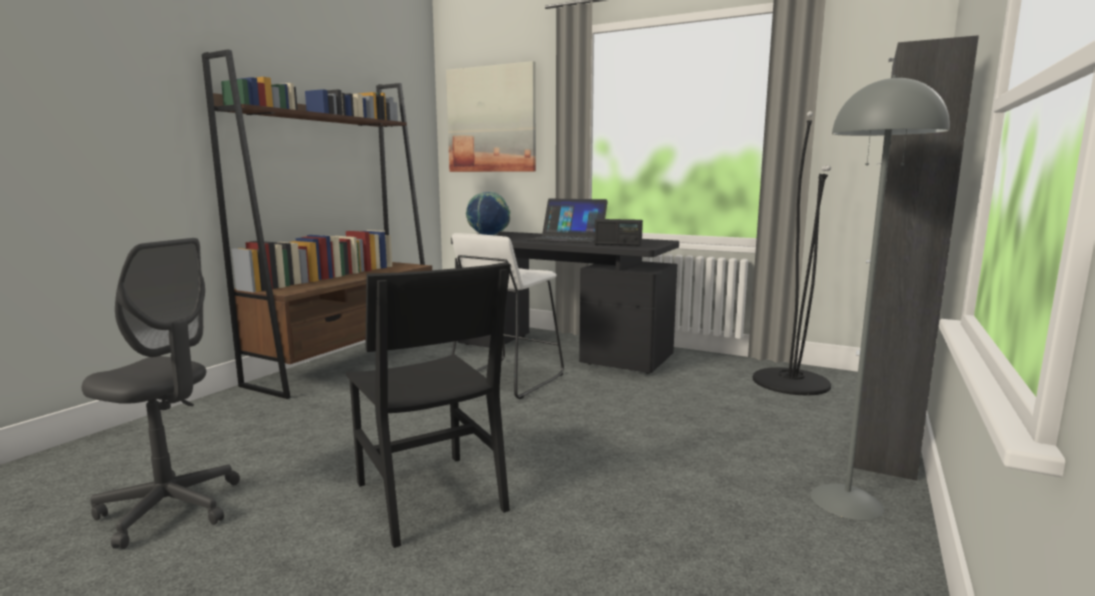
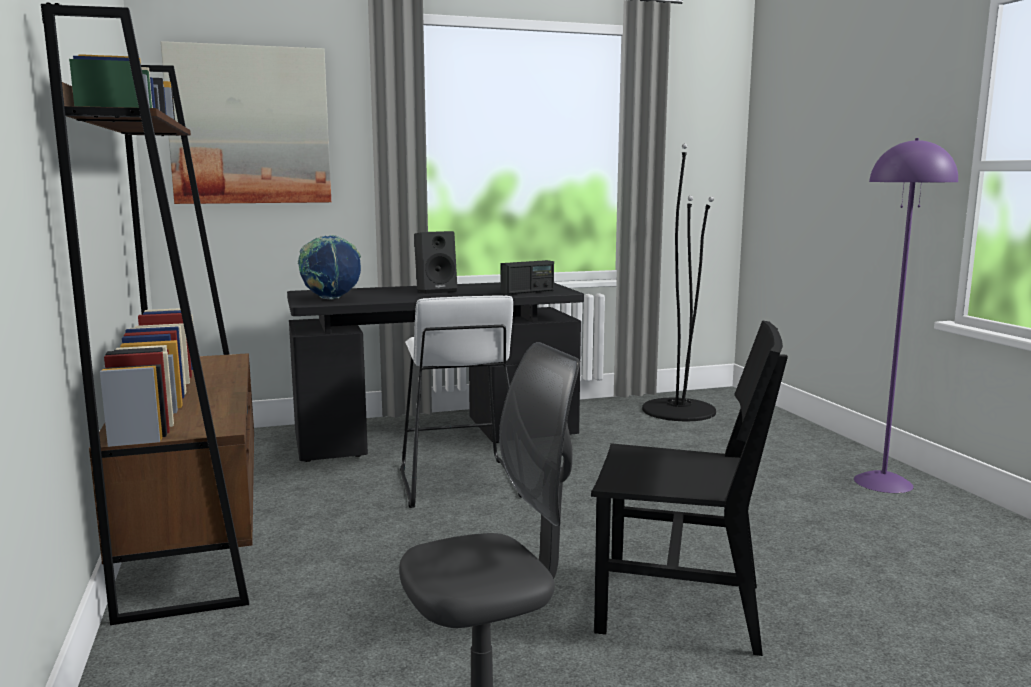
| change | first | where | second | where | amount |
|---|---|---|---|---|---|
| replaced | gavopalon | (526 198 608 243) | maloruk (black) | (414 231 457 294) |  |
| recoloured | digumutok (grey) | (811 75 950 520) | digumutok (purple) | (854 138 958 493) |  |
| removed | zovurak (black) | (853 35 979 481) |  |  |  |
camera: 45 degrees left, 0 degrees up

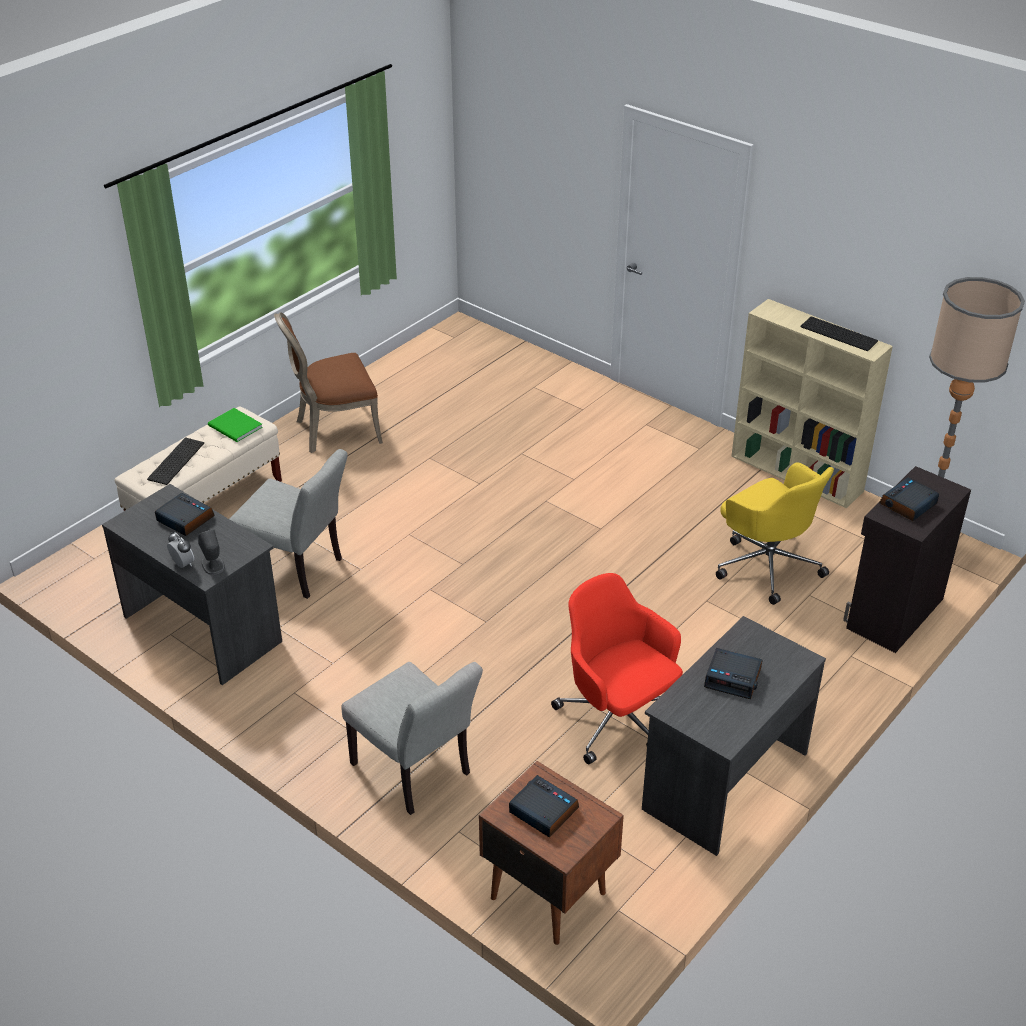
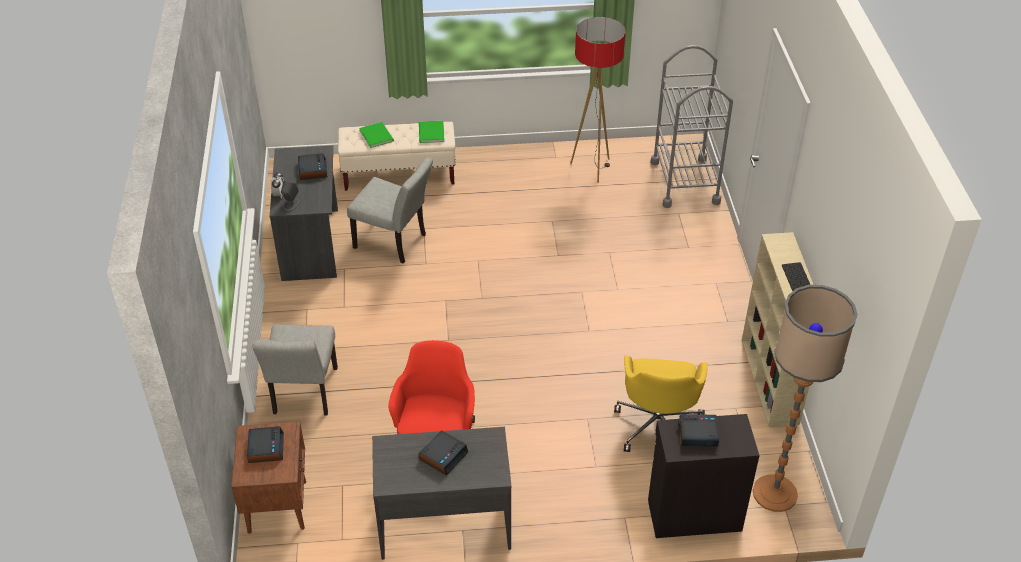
| change | first | where | second | where | amount |
|---|---|---|---|---|---|
| replaced | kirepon | (147 438 204 485) | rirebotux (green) | (359 122 394 148) |  |
| turned | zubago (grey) | (229 449 348 599) |  | (347 157 433 263) | 45 degrees counterclockwise |
| removed | zubago (brown) | (274 312 383 453) |  |  |  |
| turned | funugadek | (704 648 762 699) |  | (419 430 468 475) | 120 degrees counterclockwise |
| added |  |  | digumutok | (570 17 626 183) |  |
| added |  |  | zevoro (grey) | (650 45 733 208) |  |
camera: 45 degrees right, 5 degrees up

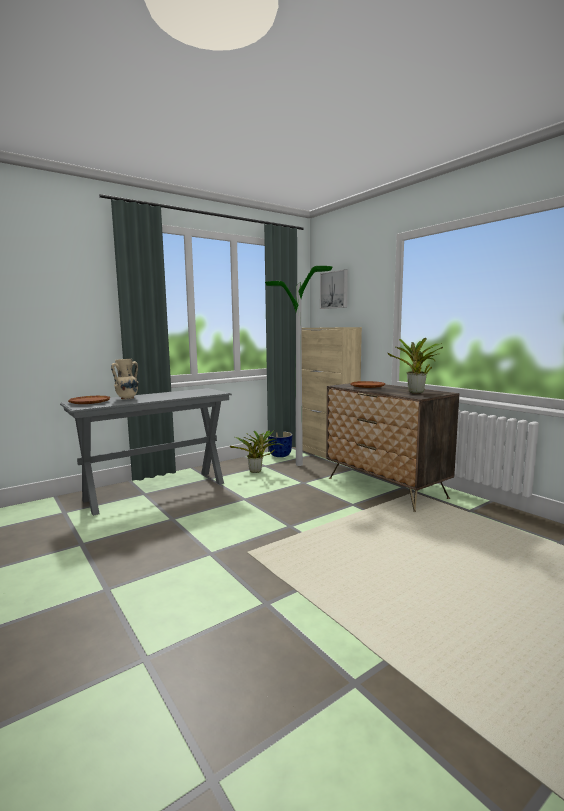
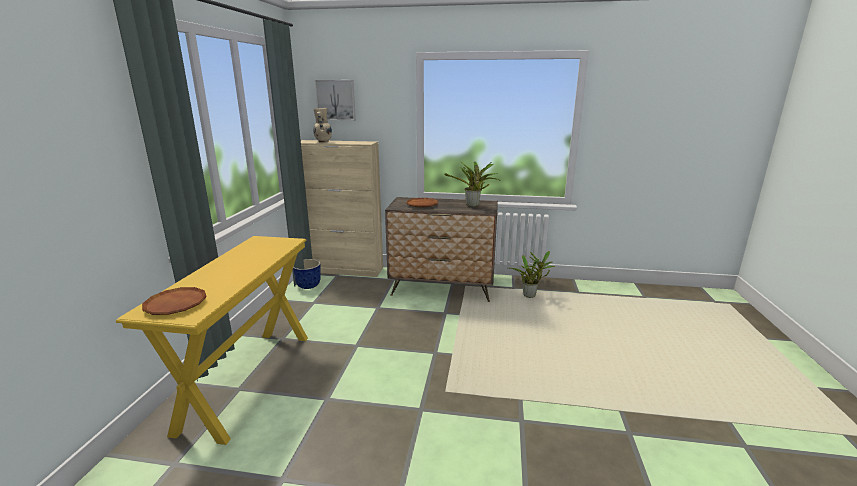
| change | first | where | second | where | amount |
|---|---|---|---|---|---|
| recoloured | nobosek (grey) | (60 388 232 516) | nobosek (yellow) | (116 236 308 445) |  |
| moved | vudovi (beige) | (111 359 139 399) |  | (313 108 332 143) |  |
| moved | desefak | (230 430 284 473) |  | (510 251 555 298) |  |
| removed | digumutok | (265 266 332 466) |  |  |  |
camera: 45 degrees left, 10 degrees up

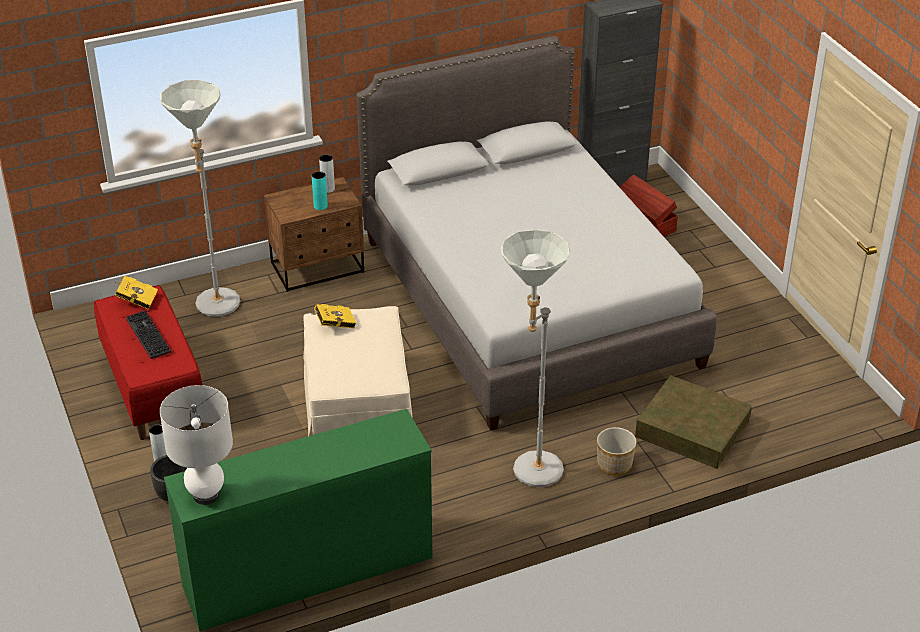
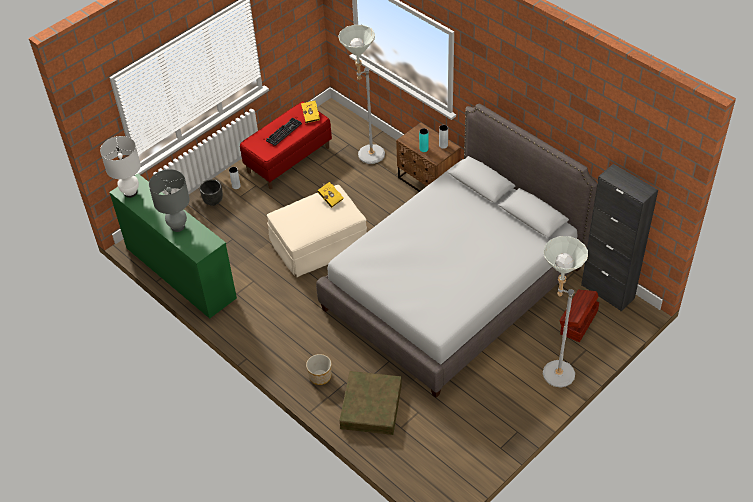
| change | first | where | second | where | amount |
|---|---|---|---|---|---|
| moved | digumutok (grey) | (501 229 570 488) |  | (543 236 588 388) |  |
| added |  |  | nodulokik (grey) | (149 169 190 232) |  |
camera: 70 degrees right, 10 degrees up

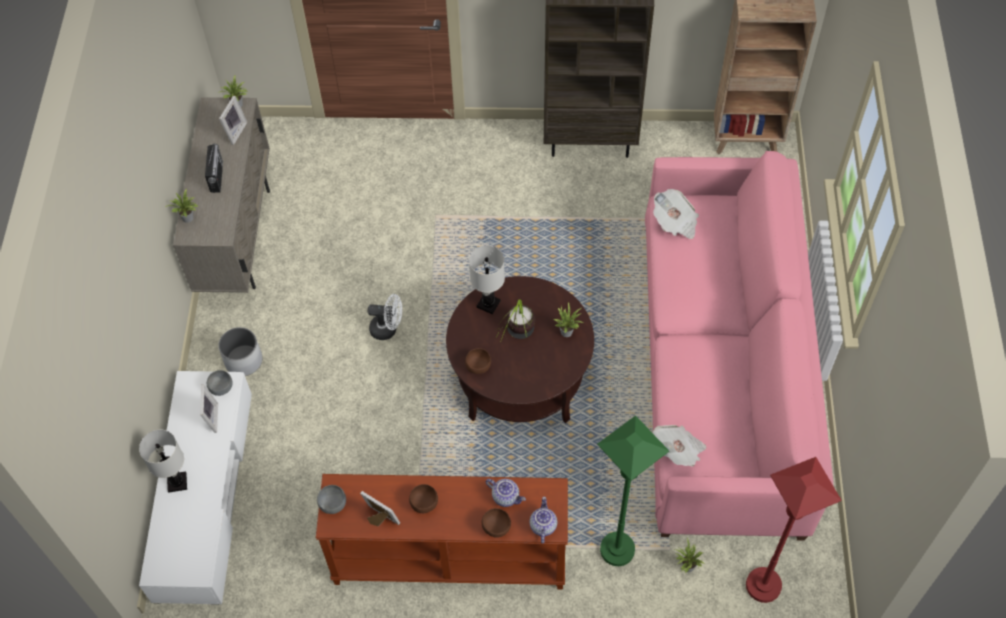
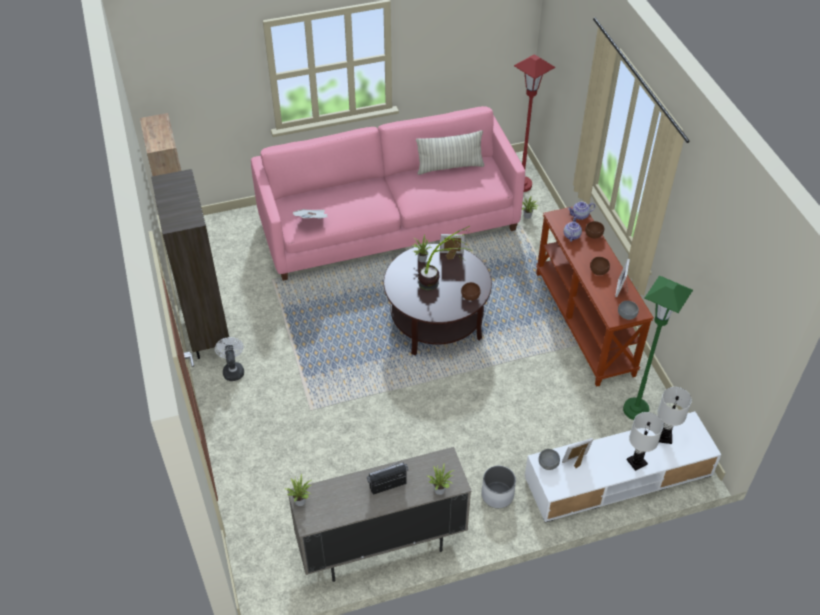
| change | first | where | second | where | amount |
|---|---|---|---|---|---|
| moved | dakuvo | (219 95 247 145) |  | (440 234 465 260) |  |
| moved | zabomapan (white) | (368 294 402 340) |  | (215 337 244 381) |  |
| moved | nodulokik (white) | (469 245 505 314) |  | (657 387 692 444) |  |
| moved | digumutok (green) | (597 415 669 566) |  | (623 275 693 420) |  |
| removed | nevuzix | (653 425 707 467) |  |  |  |
| added |  |  | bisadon | (416 130 485 175) |  |
camera: 110 degrees left, 10 degrees down

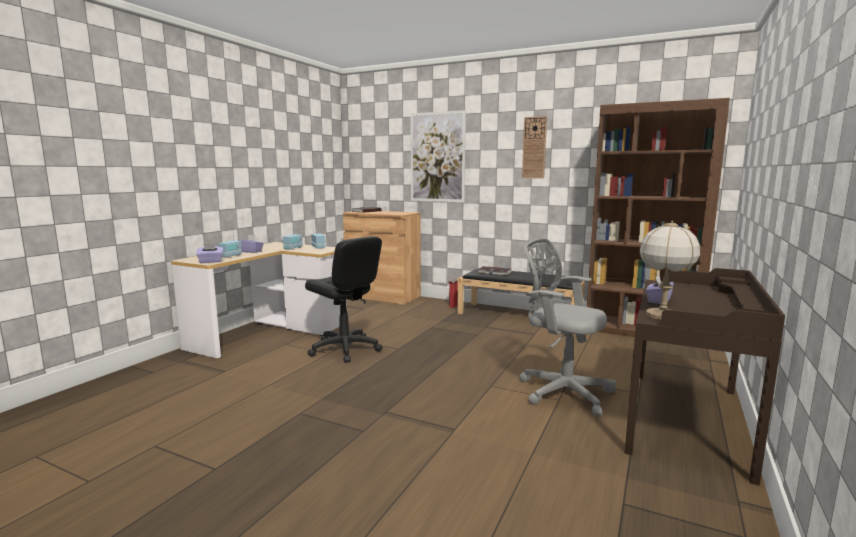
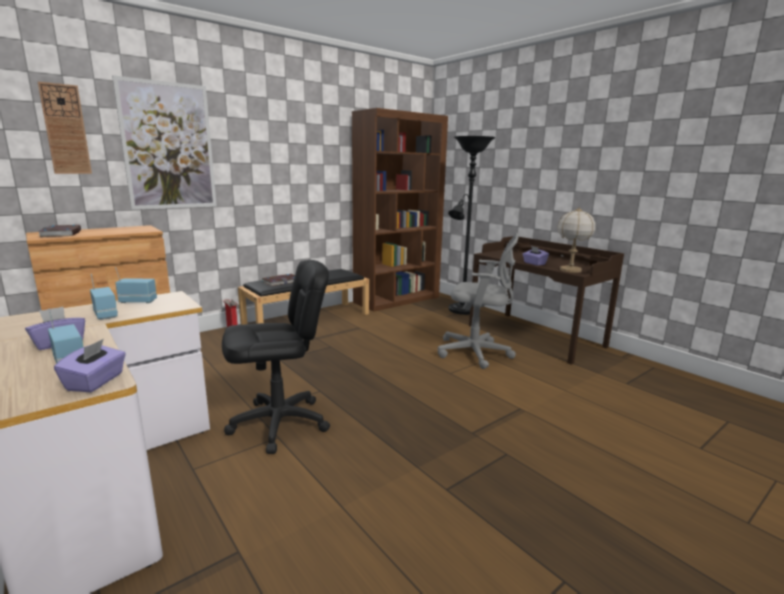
| change | first | where | second | where | amount |
|---|---|---|---|---|---|
| turned | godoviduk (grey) | (519 238 617 417) |  | (438 232 519 369) | 135 degrees counterclockwise |
| moved | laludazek | (522 116 547 178) |  | (38 82 92 174) |  |
| added |  |  | digumutok (black) | (448 136 496 315) |  |
camera: 65 degrees left, 5 degrees up

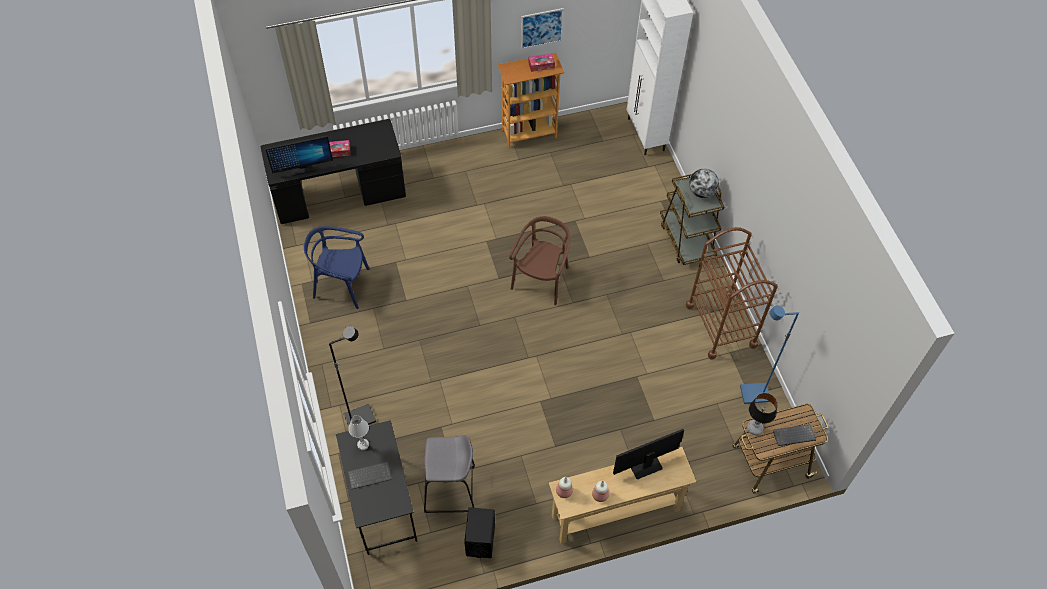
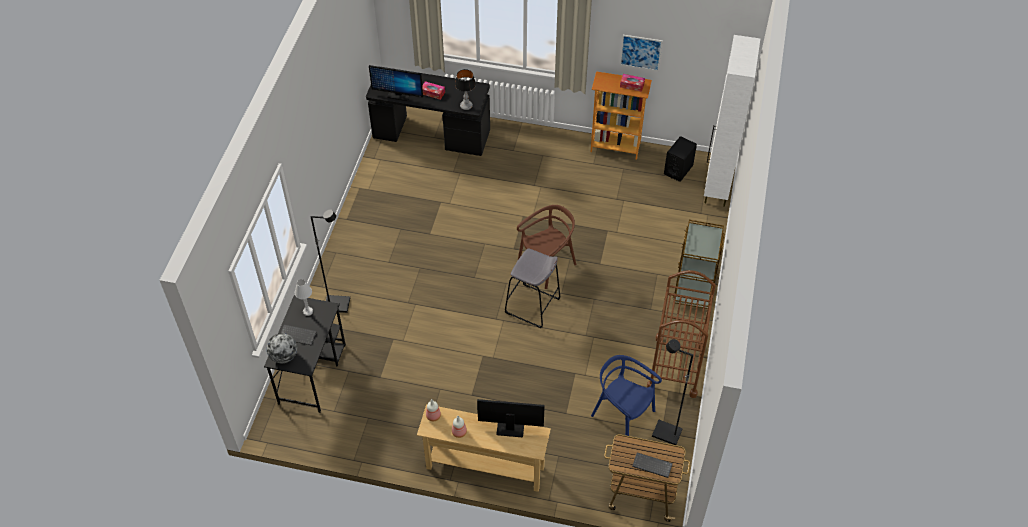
| change | first | where | second | where | amount |
|---|---|---|---|---|---|
| moved | zubago (blue) | (304 226 370 309) |  | (591 355 662 436) |  |
| moved | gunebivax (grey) | (424 435 475 513) |  | (505 248 560 328) |  |
| moved | maloruk (black) | (464 506 495 558) |  | (664 136 697 182) |  |
| moved | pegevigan | (689 169 719 198) |  | (267 333 297 363) |  |
| recoloured | digumutok (blue) | (740 305 799 404) | digumutok (black) | (652 339 693 445) |  |
| moved | nodulokik | (747 393 778 435) |  | (455 69 476 110) |  |
camera: 30 degrees right, 5 degrees down

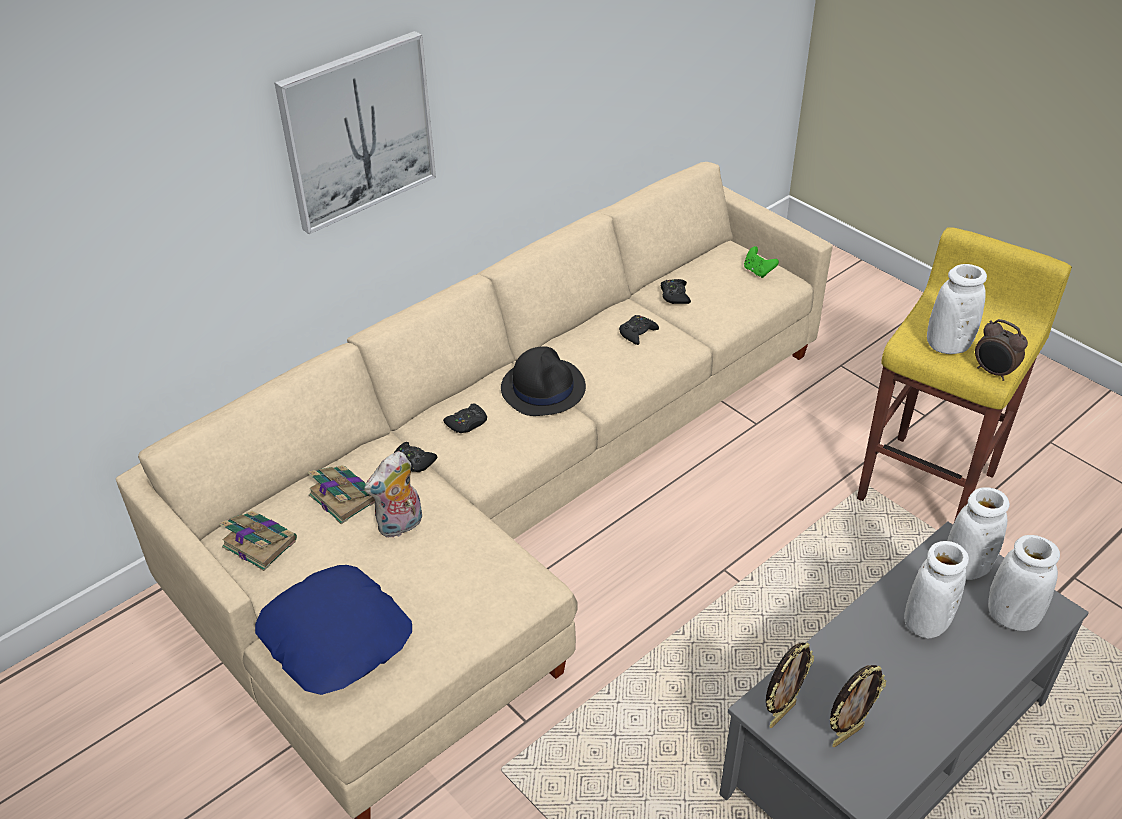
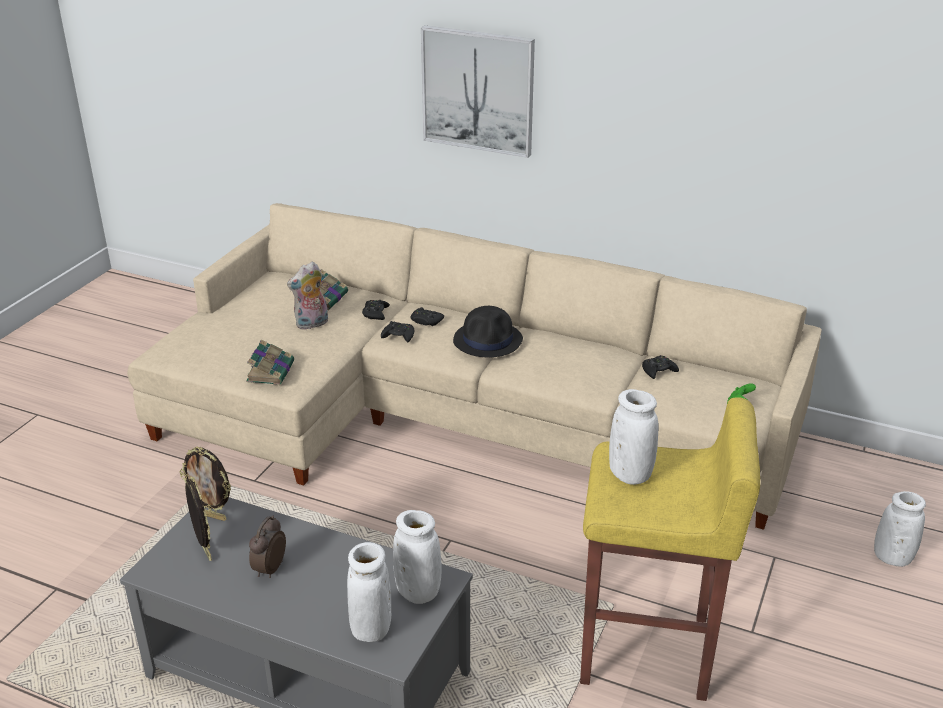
| change | first | where | second | where | amount |
|---|---|---|---|---|---|
| moved | rirebotux | (219 510 297 571) |  | (246 339 294 385) |  |
| removed | bisadon (blue) | (255 565 412 695) |  |  |  |
| turned | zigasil | (364 451 422 538) |  | (287 262 328 330) | 60 degrees counterclockwise |
| moved | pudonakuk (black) | (619 315 659 345) |  | (381 321 414 342) |  |
| turned | dakuvo | (830 665 886 747) |  | (185 476 212 561) | 150 degrees counterclockwise |
| moved | vudovi (white) | (904 541 969 639) |  | (874 491 926 567) |  |
| moved | funugadek | (975 319 1028 381) |  | (249 516 286 578) |  |
camera: 65 degrees right, 10 degrees down

